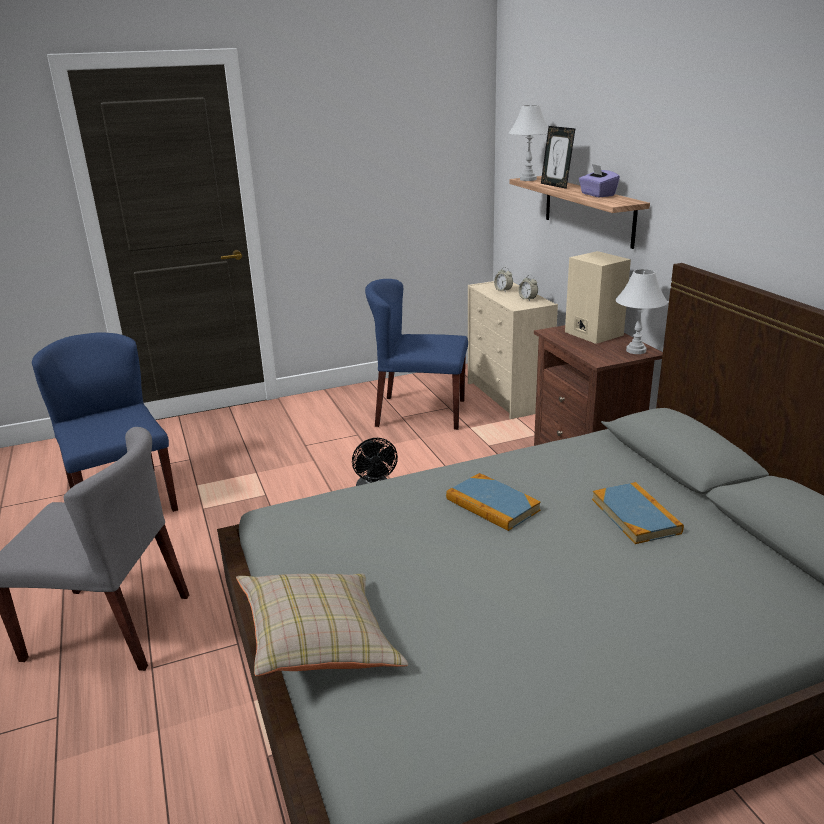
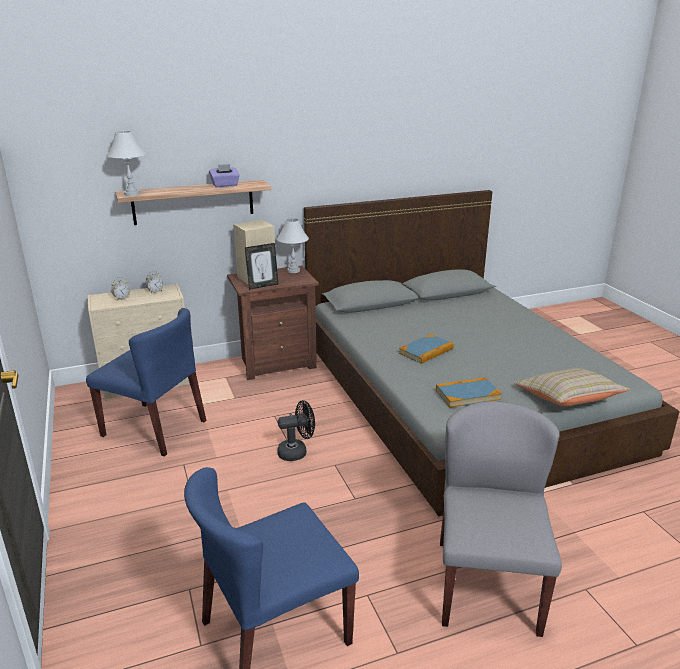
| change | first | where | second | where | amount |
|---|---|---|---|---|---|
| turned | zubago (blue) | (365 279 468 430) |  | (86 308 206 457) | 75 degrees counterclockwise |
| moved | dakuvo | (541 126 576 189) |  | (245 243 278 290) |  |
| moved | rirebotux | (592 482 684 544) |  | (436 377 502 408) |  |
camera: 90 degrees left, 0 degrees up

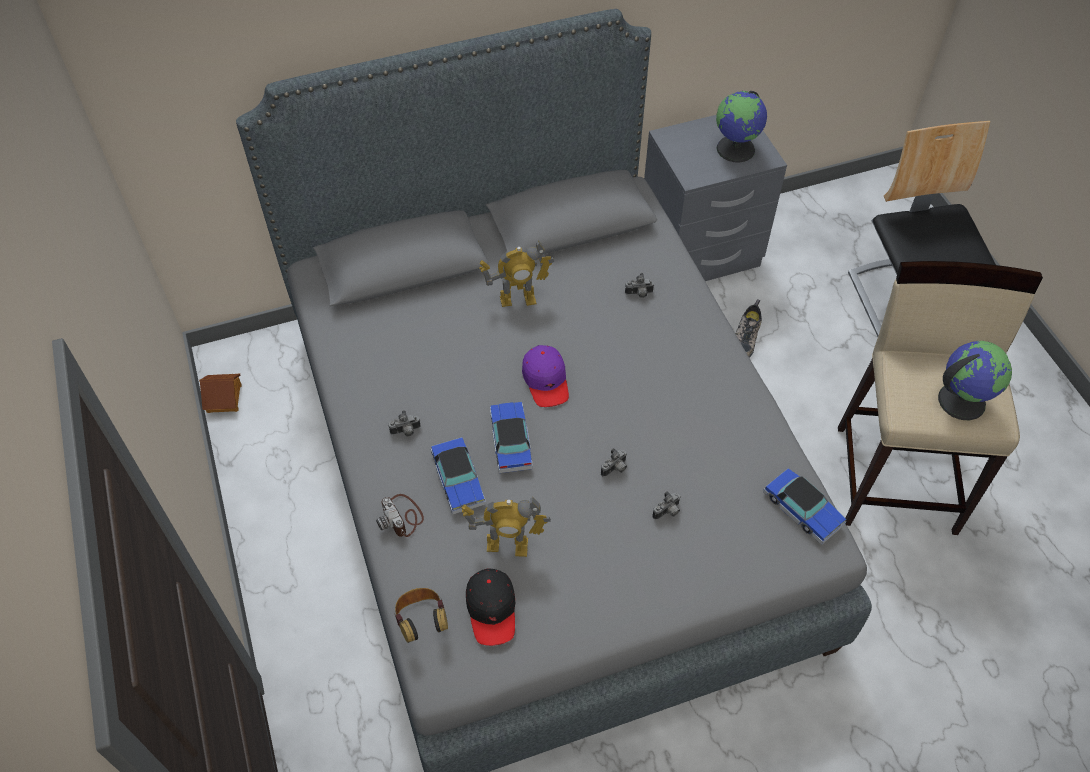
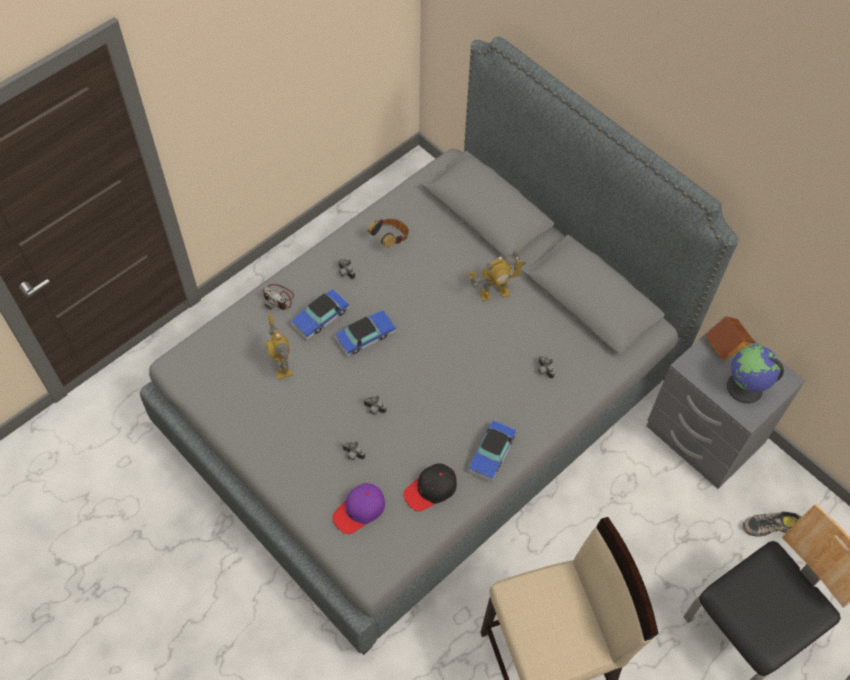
| change | first | where | second | where | amount |
|---|---|---|---|---|---|
| moved | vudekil | (199 374 242 413) |  | (705 316 755 361) |  |
| turned | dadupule | (376 494 424 537) |  | (262 284 294 310) | 90 degrees counterclockwise |
| moved | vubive | (394 588 448 643) |  | (368 219 409 248) |  |
| moved | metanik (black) | (466 568 515 646) |  | (404 463 457 511) |  |
| turned | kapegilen | (479 240 554 307) |  | (468 250 526 301) | 75 degrees counterclockwise |
| moved | metanik (purple) | (522 345 569 407) |  | (332 483 385 534) |  |
| moved | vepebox | (735 299 762 358) |  | (743 511 802 537) |  |
| moved | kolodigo | (763 468 846 545) |  | (467 420 517 482) |  |
| removed | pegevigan | (938 340 1012 420) |  |  |  |
camera: 65 degrees right, 5 degrees up

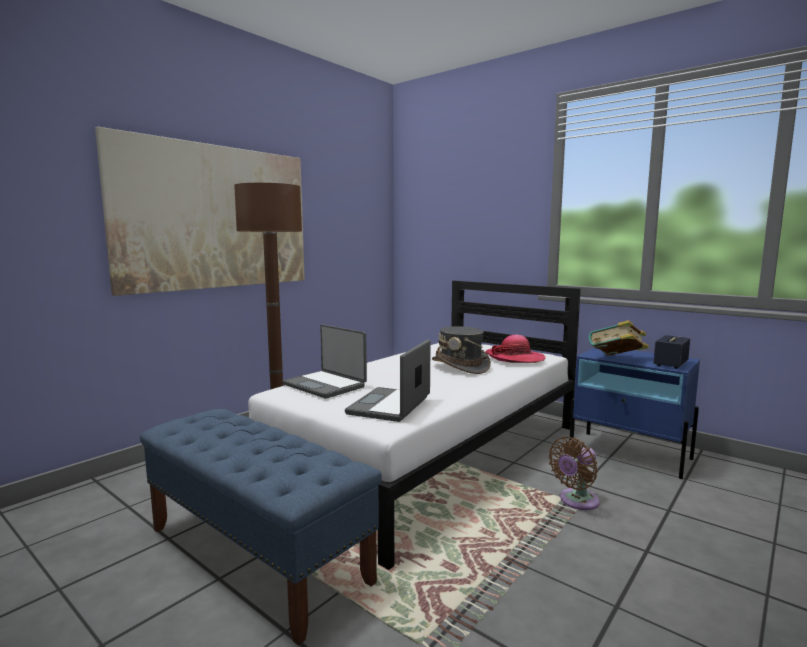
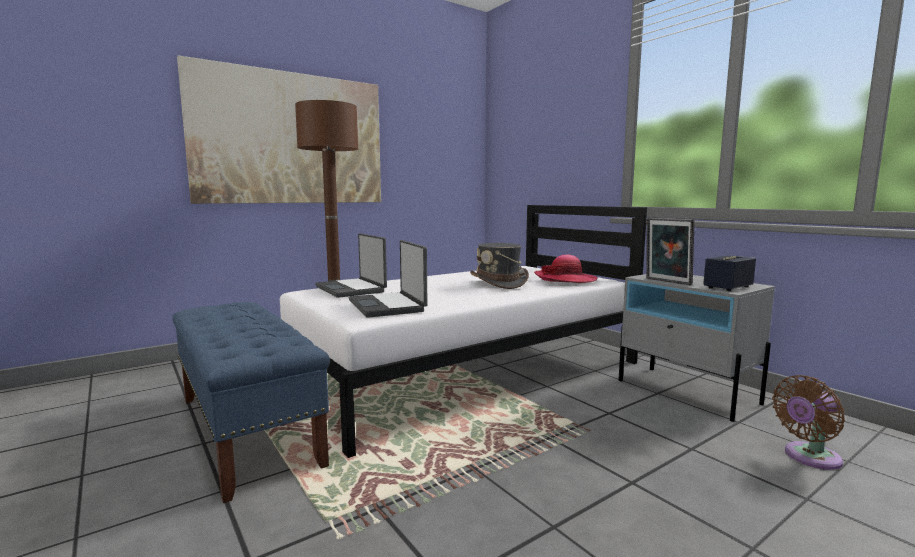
| change | first | where | second | where | amount |
|---|---|---|---|---|---|
| turned | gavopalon | (345 340 431 422) |  | (349 240 428 318) | 60 degrees counterclockwise |
| moved | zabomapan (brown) | (548 437 600 510) |  | (772 375 845 470) |  |
| recoloured | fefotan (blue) | (569 348 700 479) | fefotan (grey) | (618 274 775 422) |  |
| replaced | rirebotux | (588 320 649 356) | dakuvo | (646 218 695 285) |  |
camera: 15 degrees right, 0 degrees up

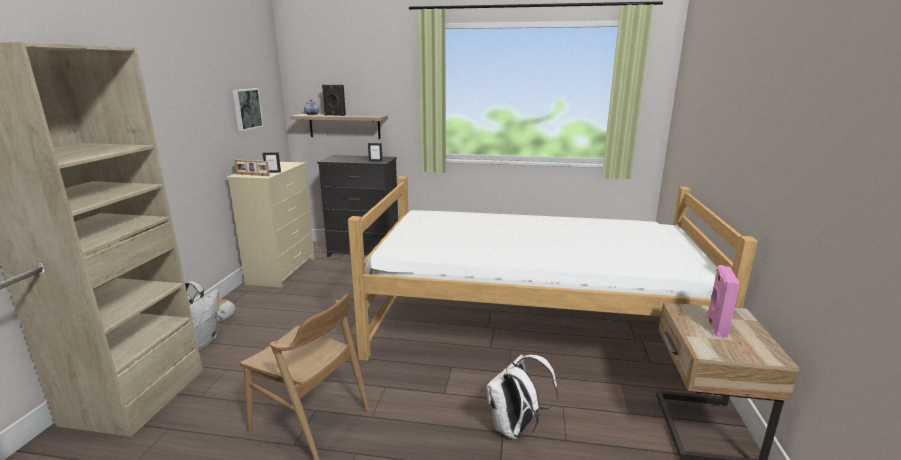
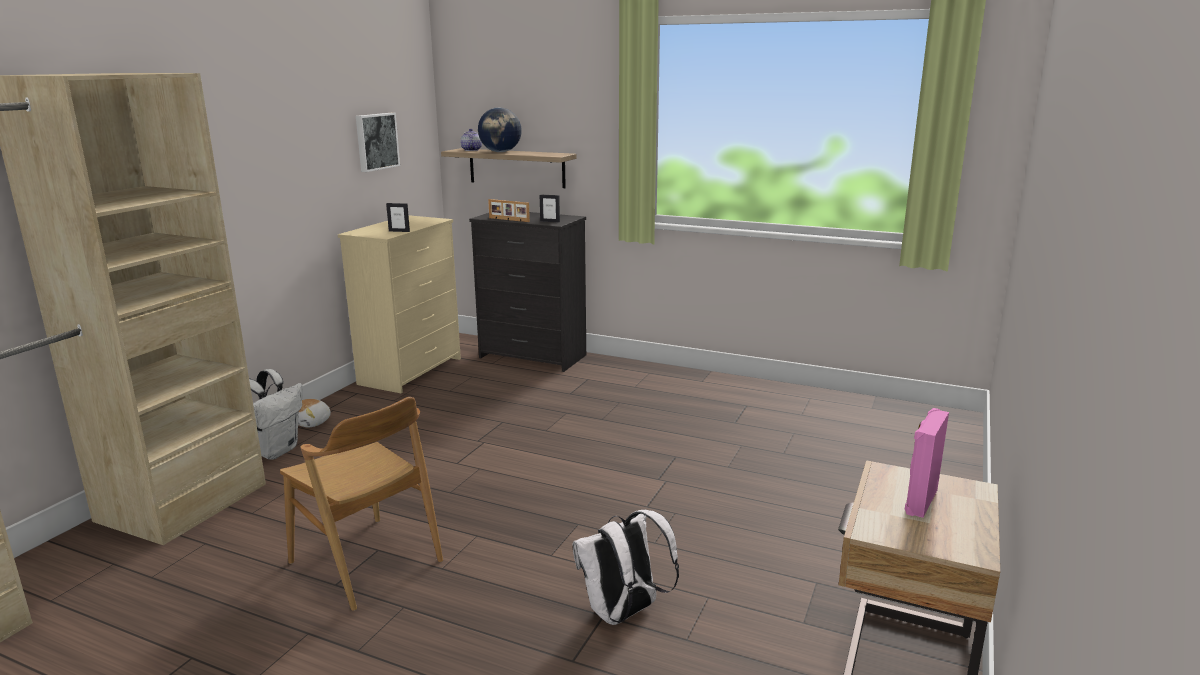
| change | first | where | second | where | amount |
|---|---|---|---|---|---|
| moved | dakuvo | (234 159 270 176) |  | (488 199 530 222) |  |
| replaced | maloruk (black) | (322 85 346 116) | pegevigan | (478 107 522 152) |  |
| removed | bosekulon | (348 176 758 396) |  |  |  |
camera: 15 degrees right, 0 degrees up

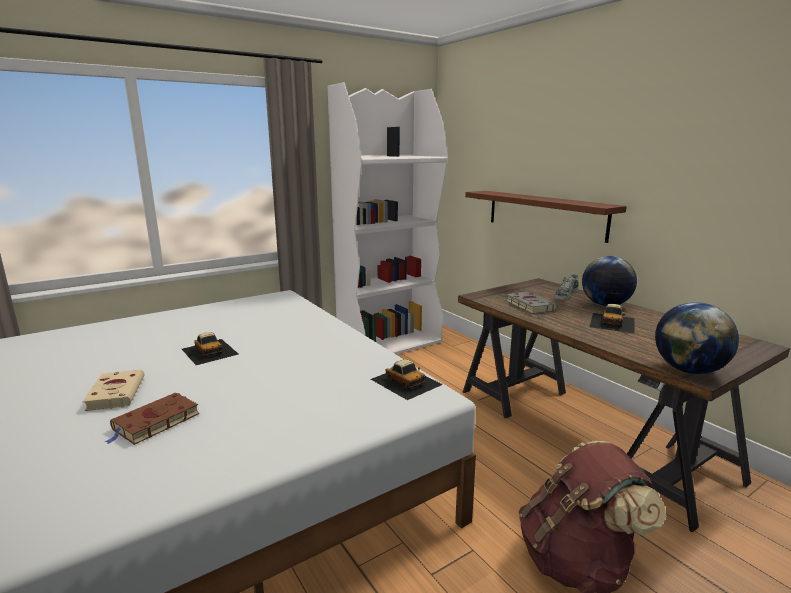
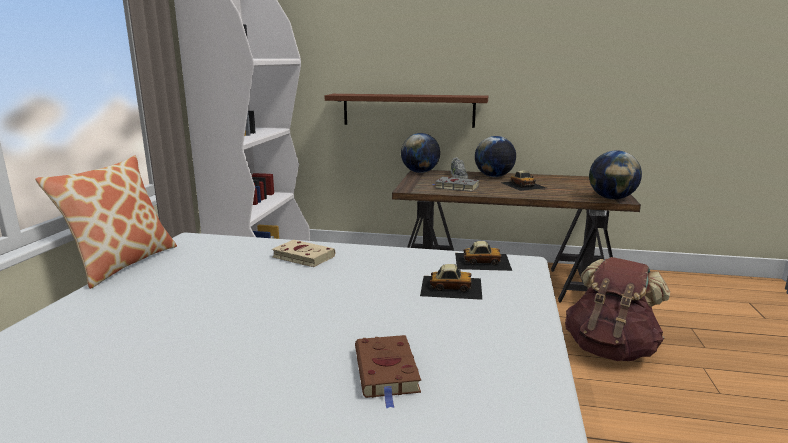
| change | first | where | second | where | amount |
|---|---|---|---|---|---|
| moved | rirebotux (beige) | (83 369 145 411) |  | (272 240 335 267) |  |
| moved | kolodigo | (182 332 238 365) |  | (420 264 482 300) |  |
| added |  |  | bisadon | (35 155 177 289) |  |
| added |  |  | pegevigan | (401 133 440 173) |  |
camera: 45 degrees left, 0 degrees up

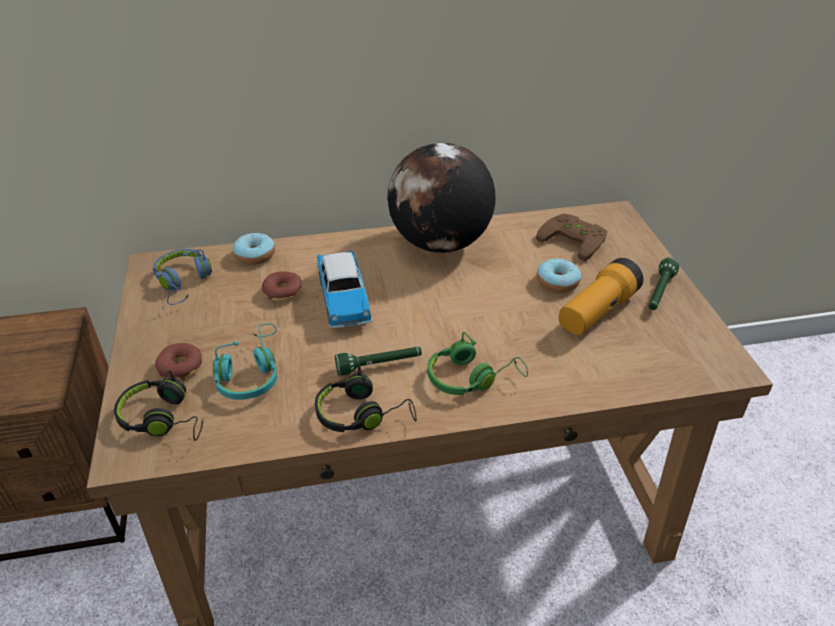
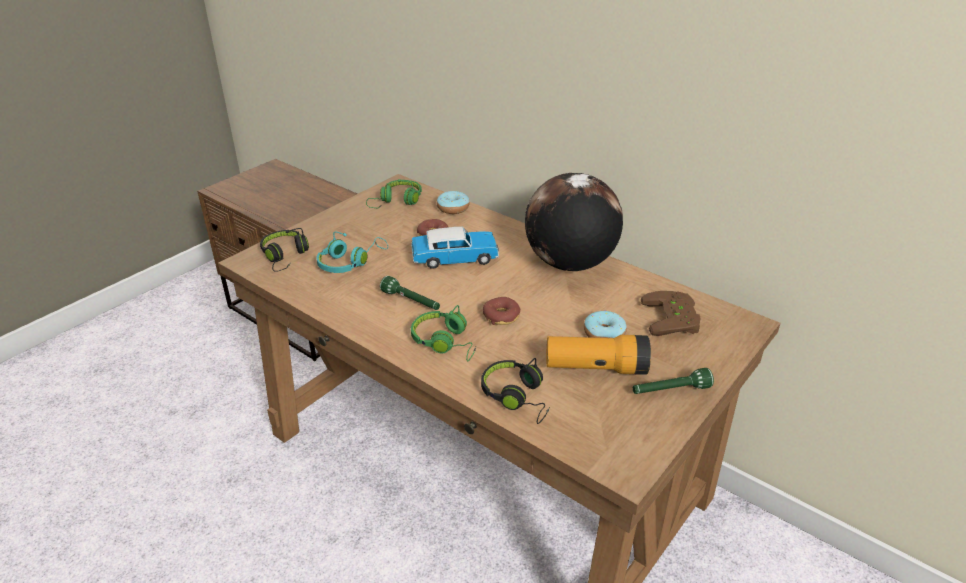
| change | first | where | second | where | amount |
|---|---|---|---|---|---|
| recoloured | vubive (blue) | (153 249 212 305) | vubive (green) | (366 179 422 208) |  |
| moved | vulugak | (155 343 202 381) |  | (483 297 520 325) |  |
| moved | vubive (black) | (315 366 417 432) |  | (481 358 550 424) |  |
| turned | kolodigo | (317 250 372 328) |  | (412 227 499 269) | 135 degrees counterclockwise |
camera: 50 degrees right, 5 degrees down

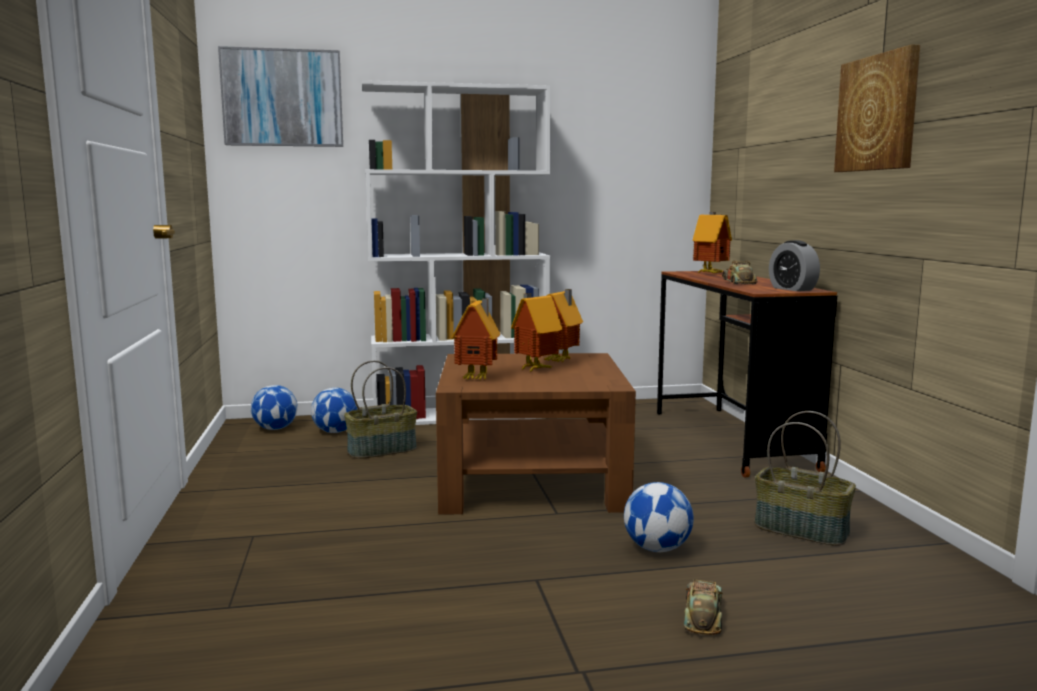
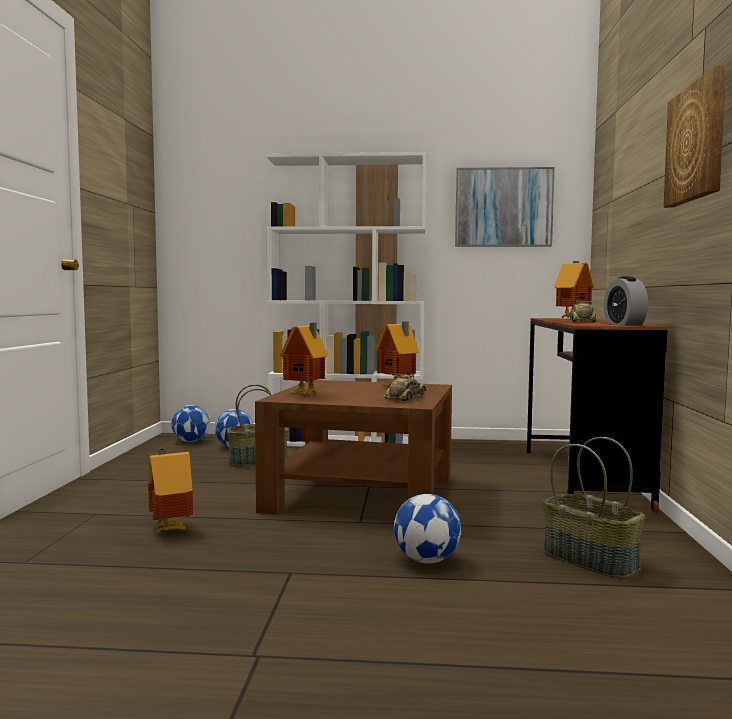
| change | first | where | second | where | amount |
|---|---|---|---|---|---|
| moved | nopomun | (218 46 343 147) |  | (455 167 555 247) |  |
| moved | vudekil | (511 293 562 371) |  | (148 448 193 534) |  |
| moved | kolodigo | (684 580 723 635) |  | (384 373 427 401) |  |
camera: 15 degrees right, 5 degrees down

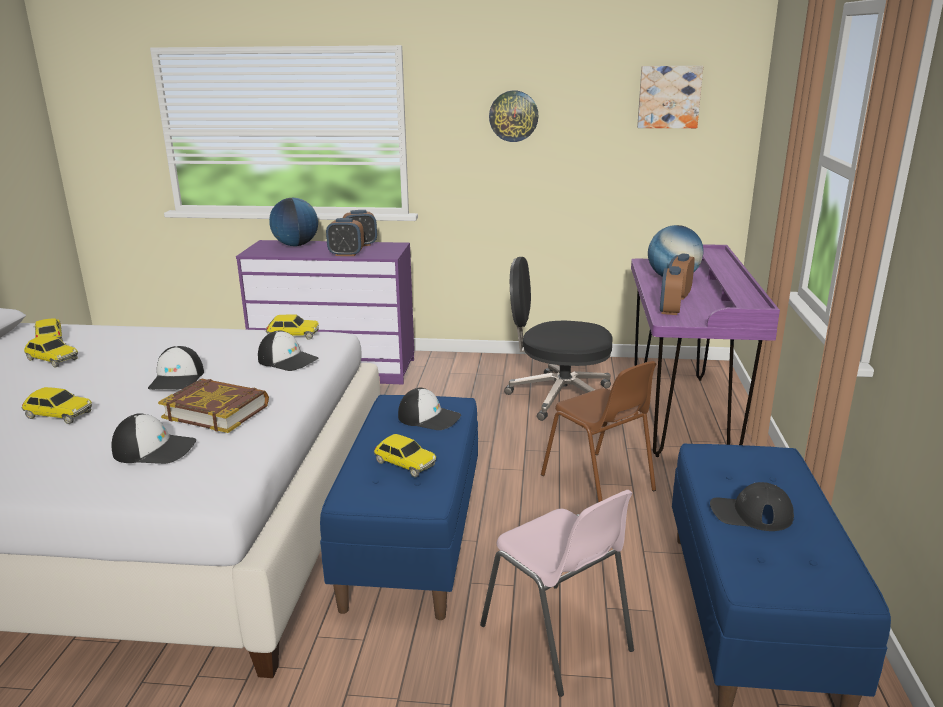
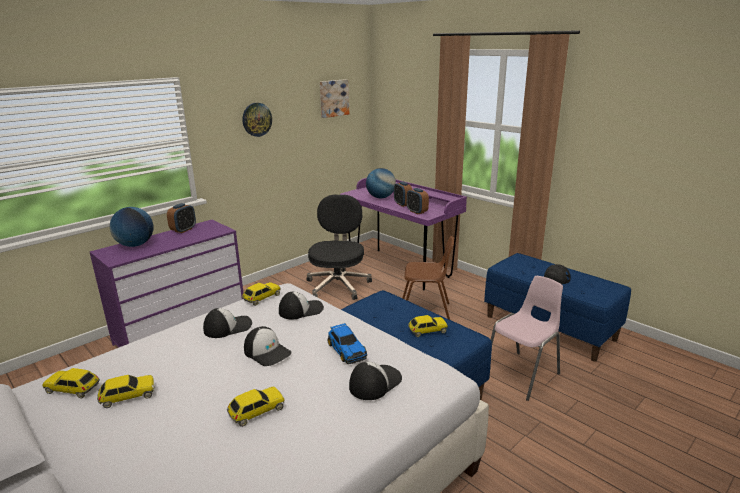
| change | first | where | second | where | amount |
|---|---|---|---|---|---|
| replaced | rirebotux | (158 378 269 433) | kolodigo | (327 323 367 364) |  |
| removed | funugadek | (326 218 364 256) |  |  |  |
| moved | metanik | (398 388 461 430) |  | (203 308 252 338) |  |
| turned | zubago (pink) | (480 490 634 697) |  | (491 276 563 401) | 45 degrees counterclockwise |
| turned | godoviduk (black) | (504 257 613 421) |  | (306 195 372 300) | 135 degrees clockwise |
camera: 50 degrees left, 0 degrees up

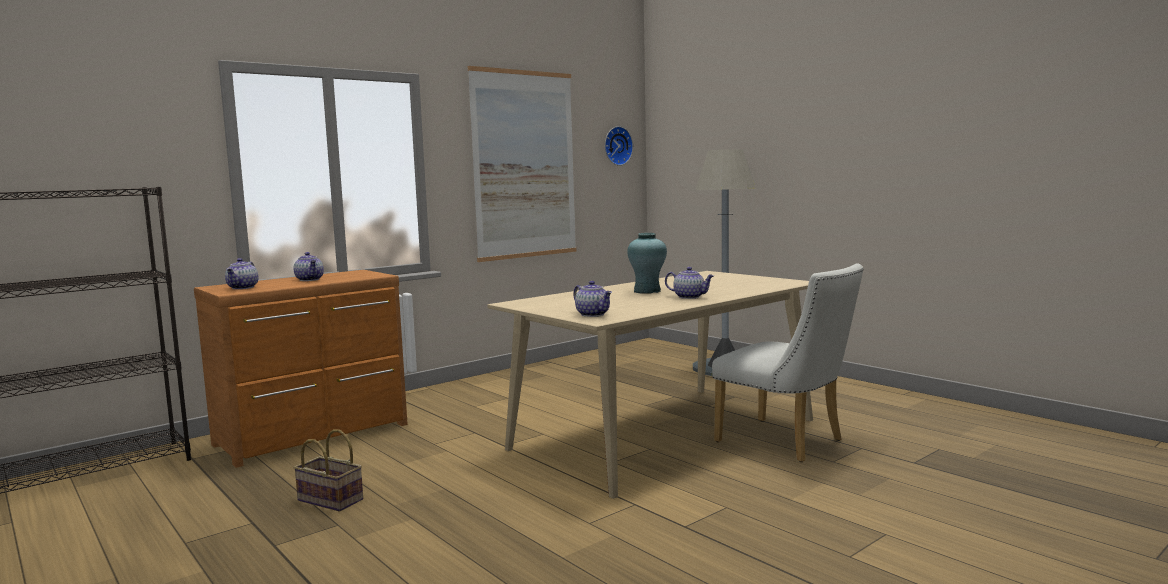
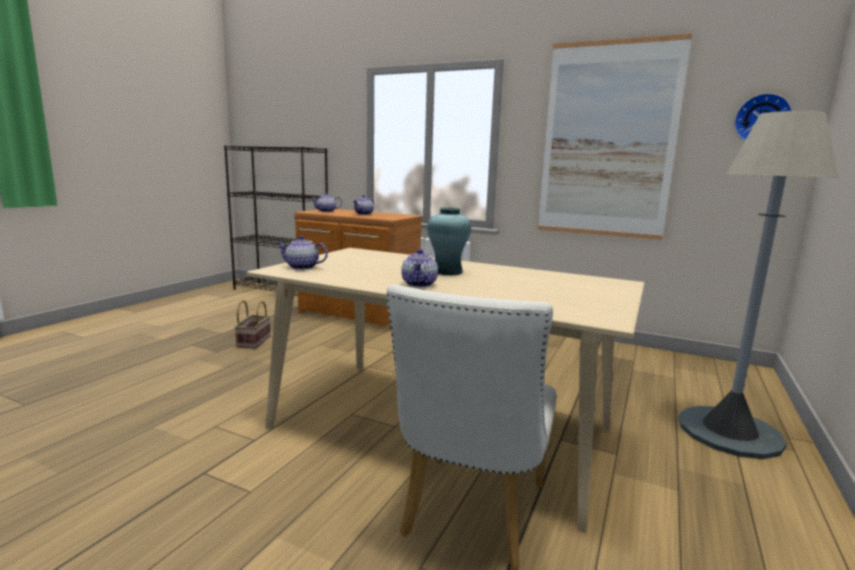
| change | first | where | second | where | amount |
|---|---|---|---|---|---|
| turned | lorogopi | (573 281 612 317) |  | (278 236 328 270) | 75 degrees clockwise |
camera: 65 degrees right, 5 degrees up

